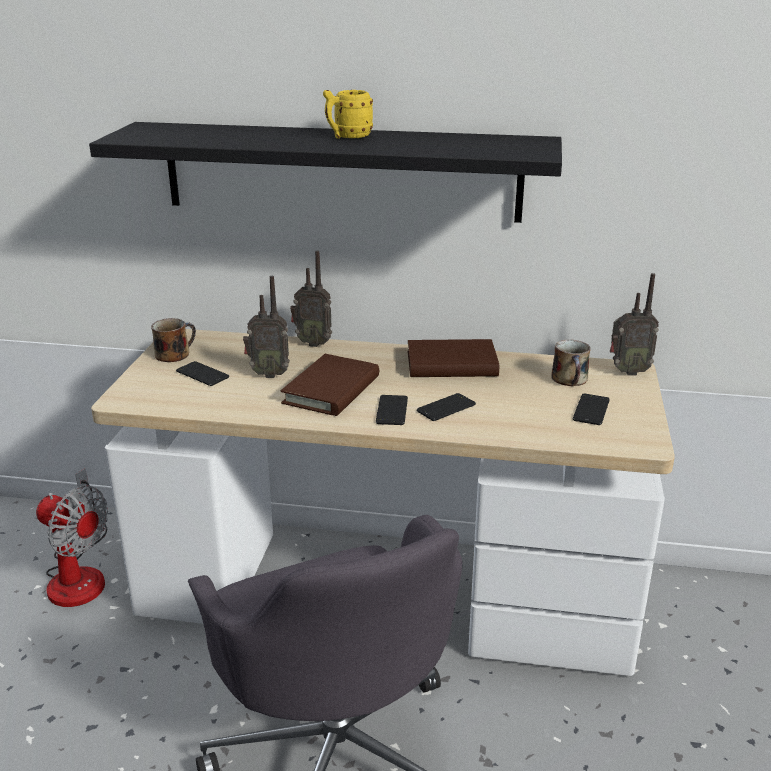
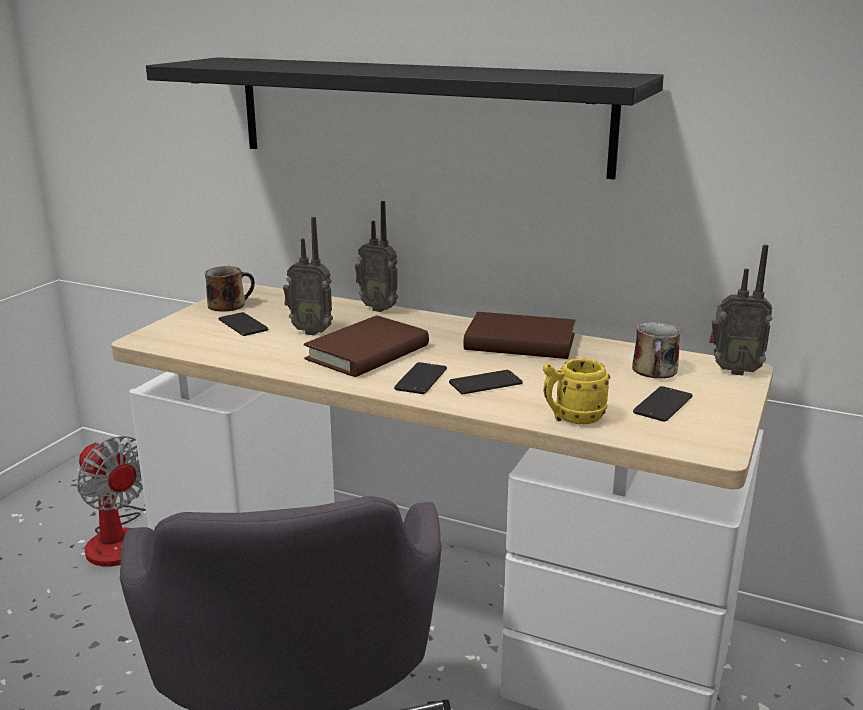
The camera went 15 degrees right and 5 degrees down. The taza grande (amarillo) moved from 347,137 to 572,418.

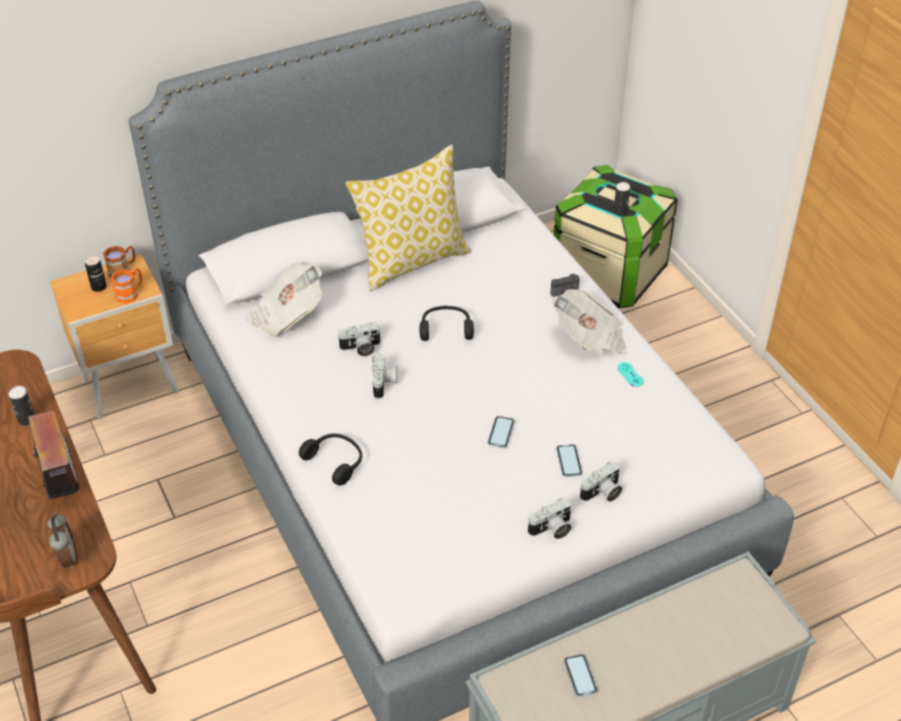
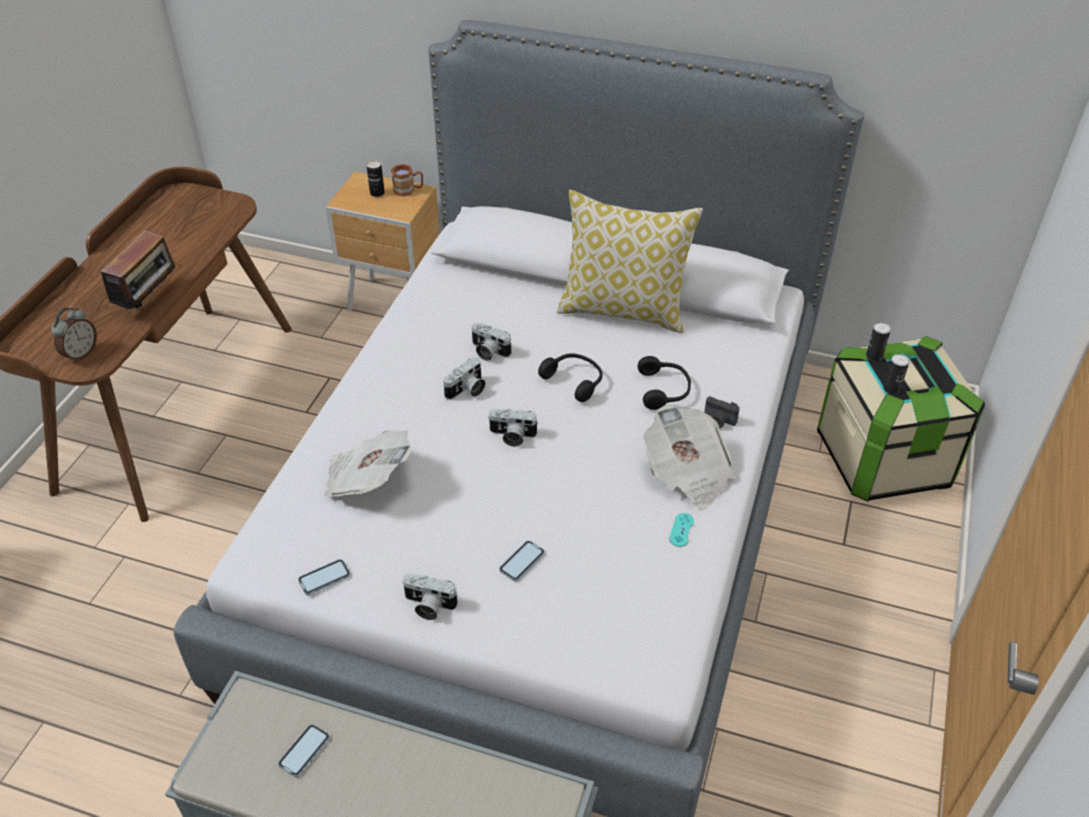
The camera went 45 degrees right and 0 degrees up. The móvil moved from 501,433 to 324,578. The periódico moved from 286,314 to 368,479. The cámara moved from 602,493 to 512,436. The auriculares (negro) moved from 335,461 to 664,390. The lata moved from 26,419 to 874,356. The taza grande (naranja) at 130,293 disappeared.

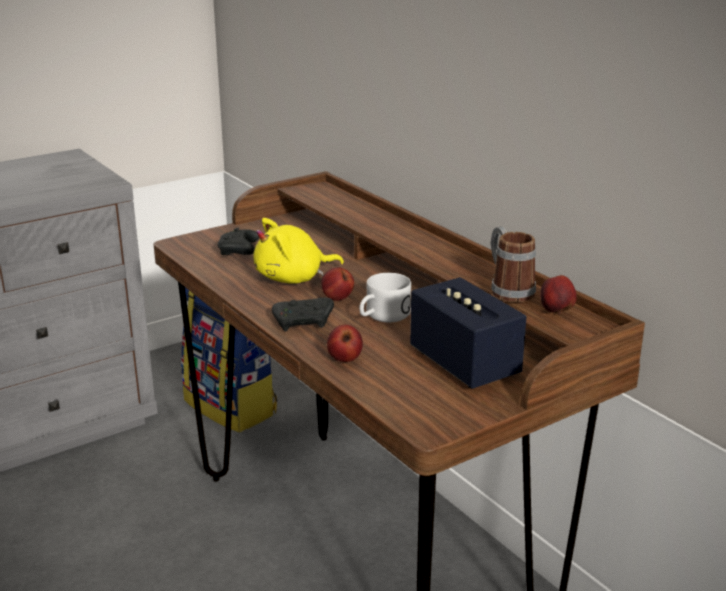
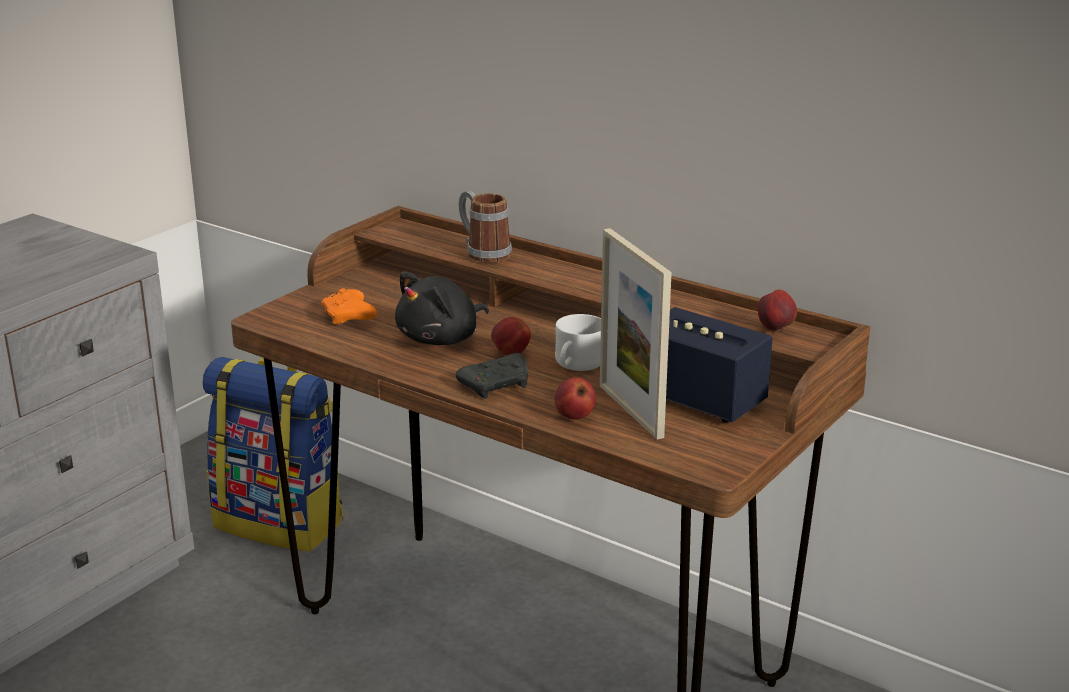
The camera went 20 degrees left and 0 degrees up. The mando de consola (negro) at 239,252 became the mando de consola (naranja) at 349,318. The peluche (amarillo) at 293,278 became the peluche (negro) at 441,339. The taza grande moved from 507,289 to 483,252. The portarretratos at 630,411 appeared.

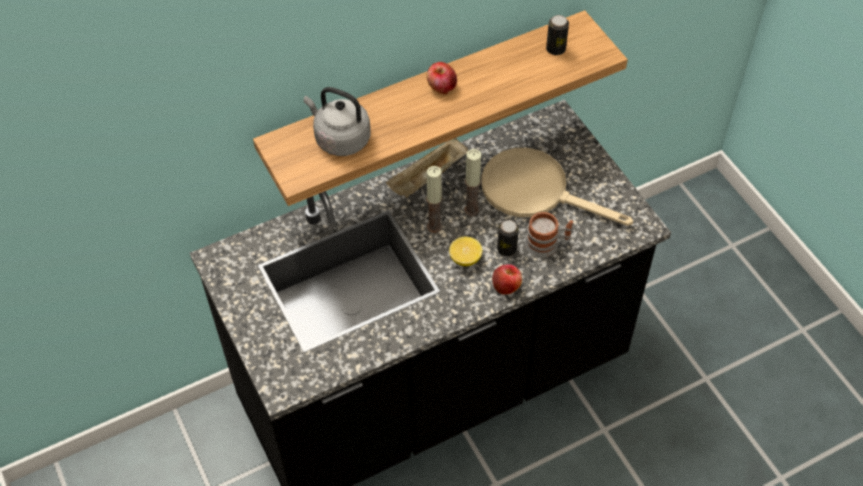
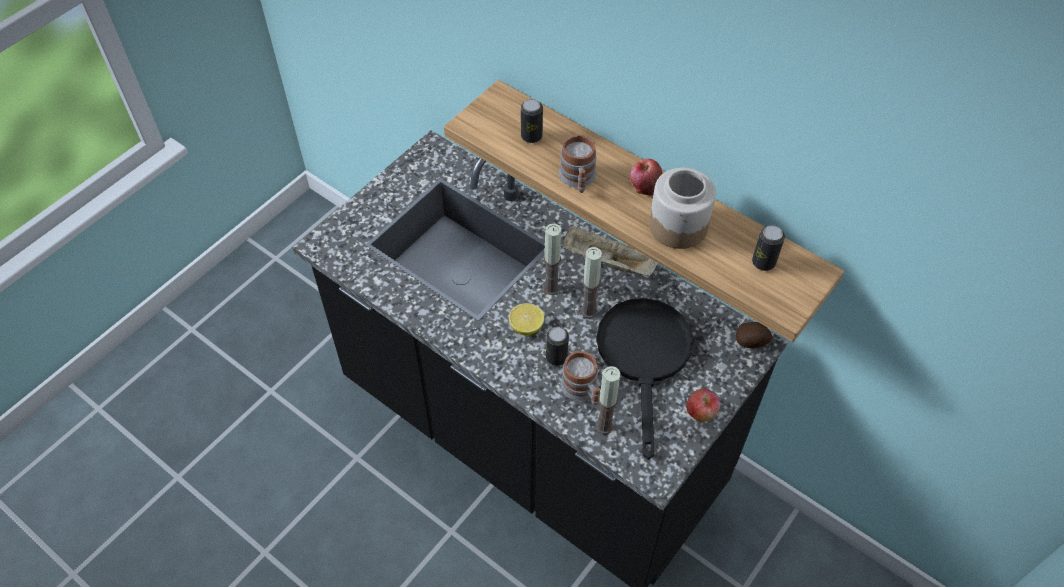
The camera went 65 degrees right and 0 degrees up. The hervidor (gris) at 340,139 was replaced by the lata at 531,136. The taza grande at 578,179 appeared. The sartén (beis) at 536,191 became the sartén (negro) at 644,357. The vela at 604,426 appeared. The tarro at 679,226 appeared. The manzana moved from 506,286 to 701,412. The patata at 751,342 appeared.

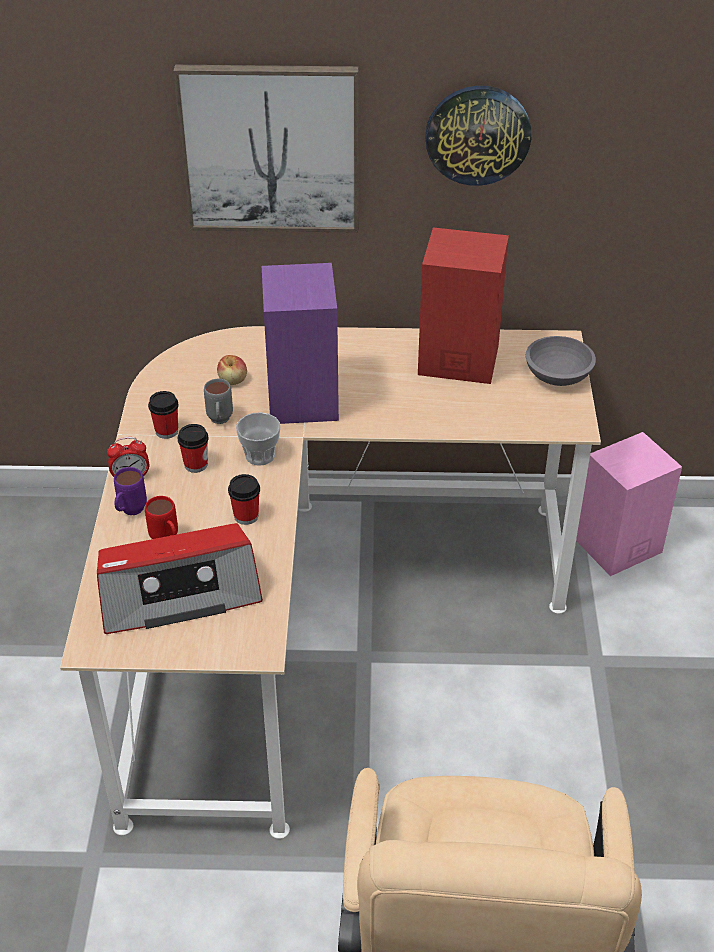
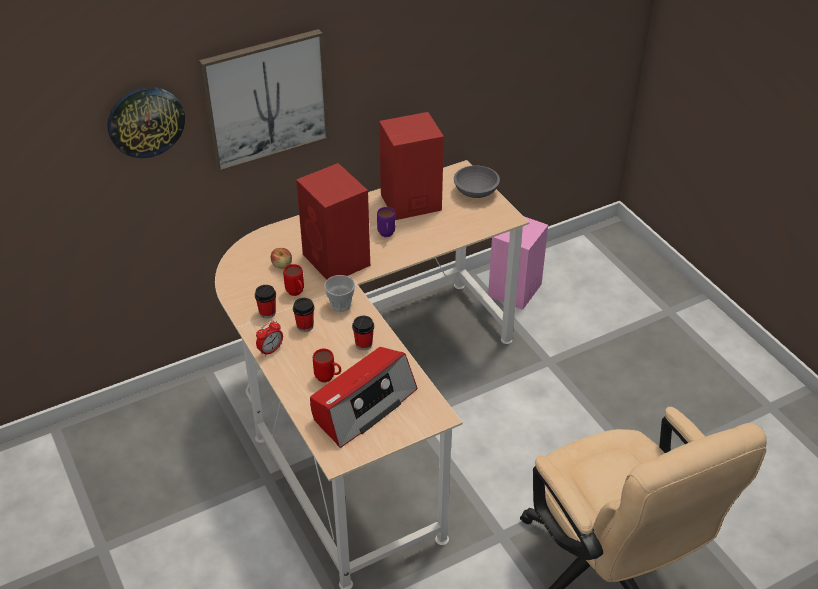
The camera went 30 degrees left and 0 degrees up. The reloj de pared moved from 478,134 to 145,121. The taza grande (gris) at 219,421 became the taza grande (rojo) at 296,294. The altavoz (morado) at 302,399 became the altavoz (rojo) at 337,261. The taza grande (morado) moved from 130,512 to 386,236.

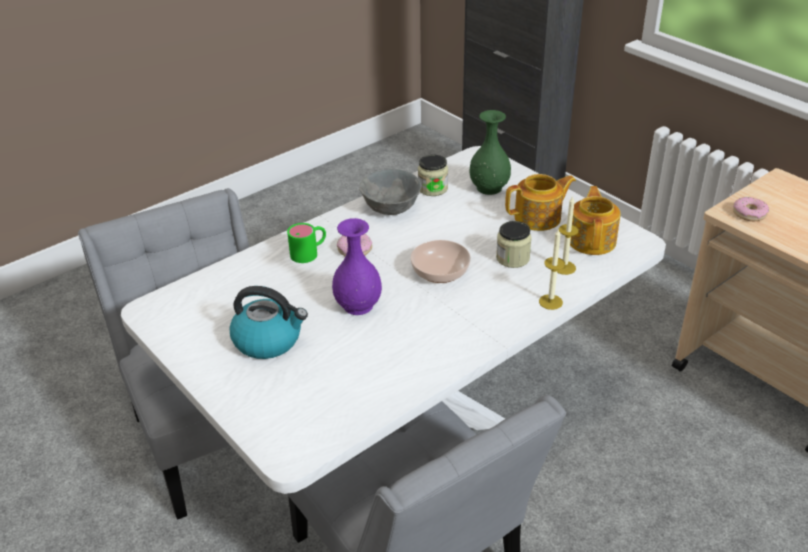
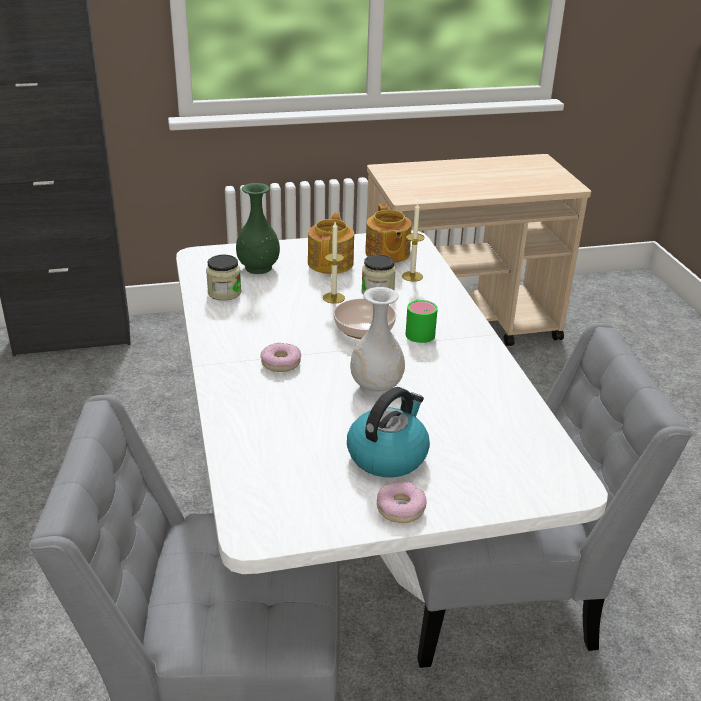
The camera went 65 degrees left and 5 degrees down. The vela moved from 550,302 to 333,298. The florero (morado) at 359,305 became the florero (blanco) at 376,386. The tetera at 592,240 turned 135 degrees counterclockwise. The rosquilla moved from 749,213 to 400,508. The taza grande (verde) moved from 309,252 to 418,331. The cuenco (gris) at 391,208 disappeared.

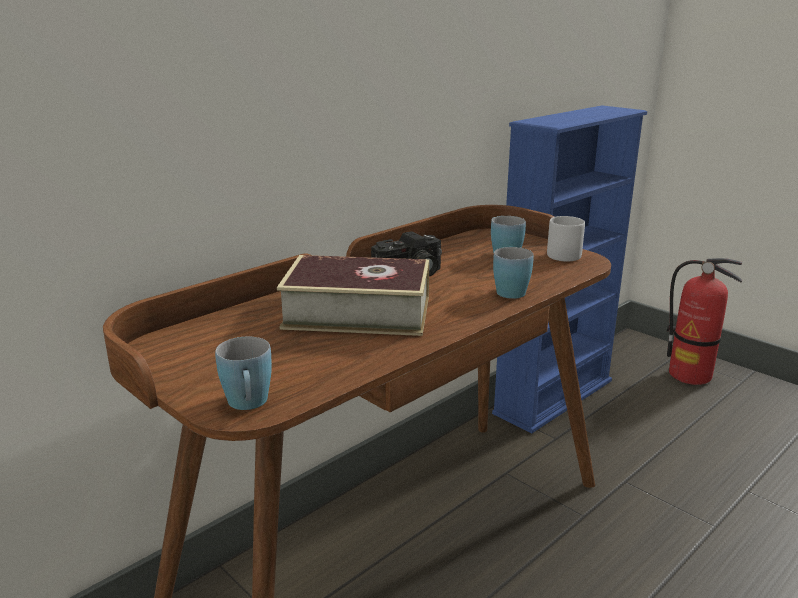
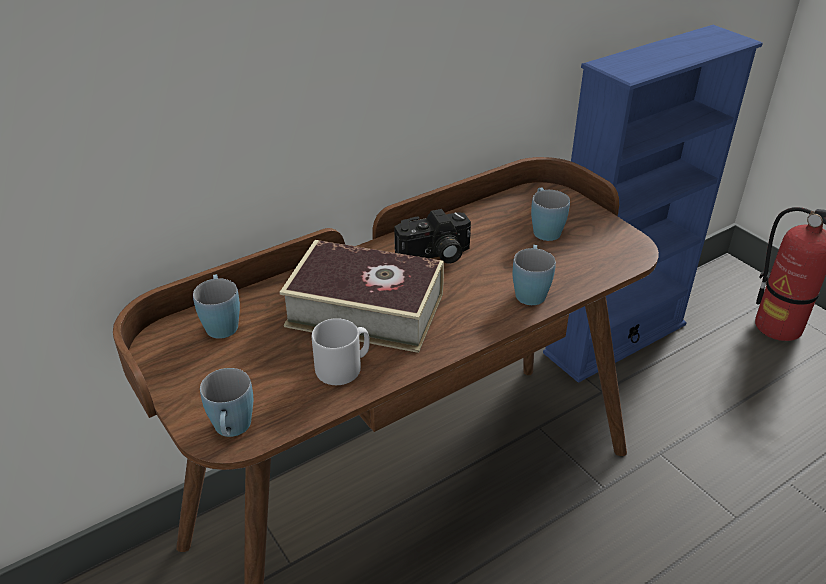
The camera went 10 degrees right and 15 degrees up. The taza grande (azul) at 221,322 appeared. The taza grande (gris) moved from 566,255 to 343,368.

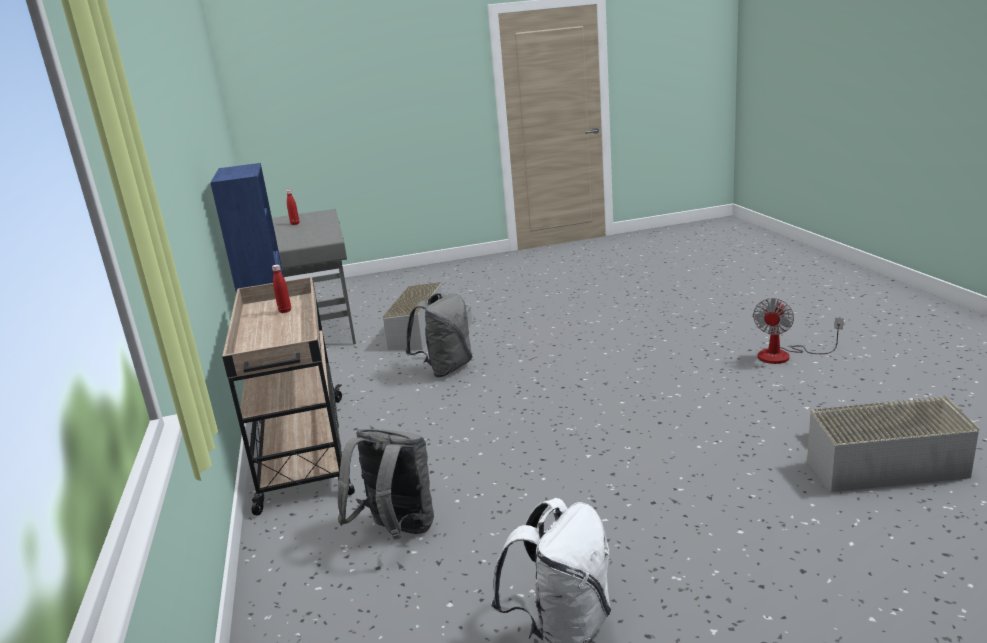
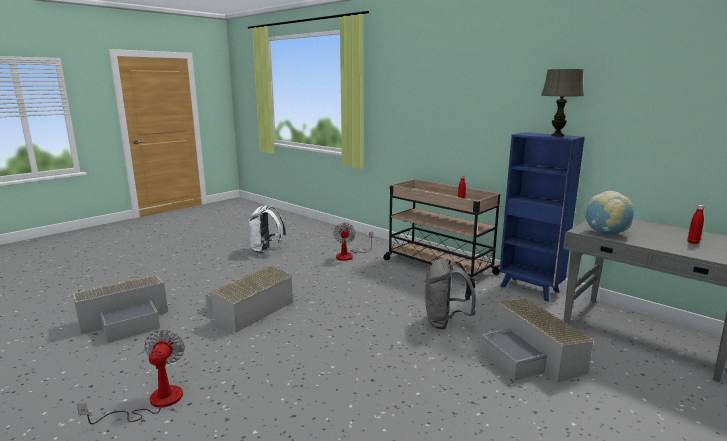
The camera went 145 degrees right and 5 degrees down. The caja de almacenaje (gris) at 247,310 appeared. The mochila (gris) at 396,531 was replaced by the ventilador at 349,255. The lámpara de mesa (gris) at 557,135 appeared. The globo terráqueo at 605,233 appeared.

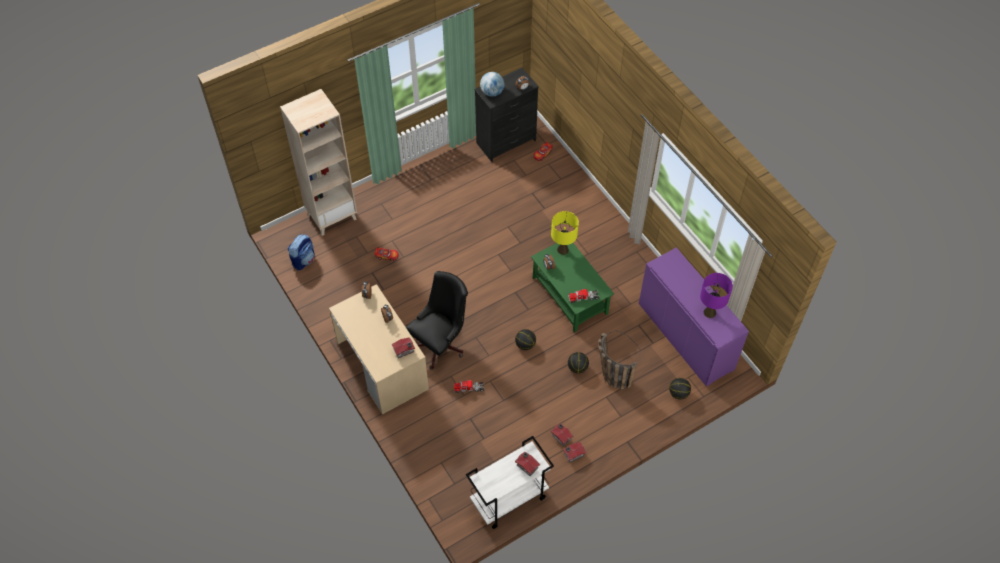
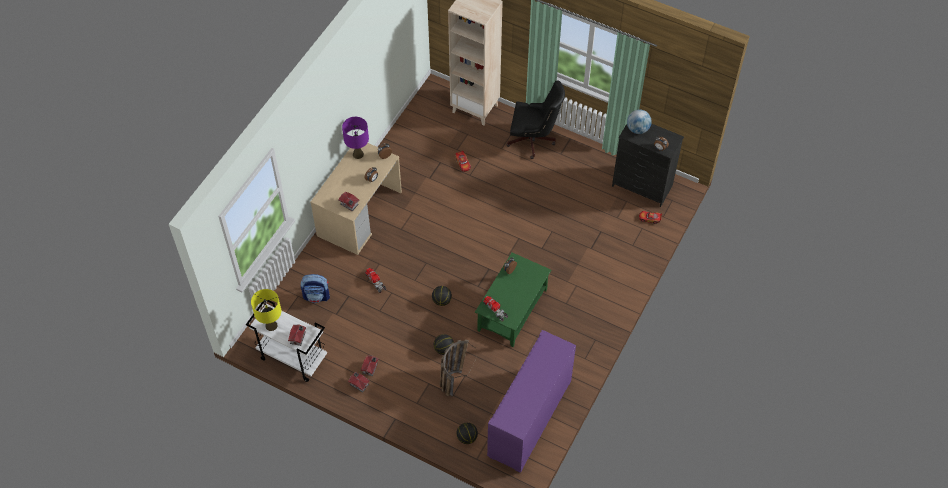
The camera went 60 degrees right and 0 degrees up. The lámpara de mesa (amarillo) moved from 562,250 to 271,325. The mochila moved from 303,260 to 317,296. The lámpara de mesa (morado) moved from 710,312 to 358,154. The silla de oficina (negro) moved from 440,343 to 534,140.

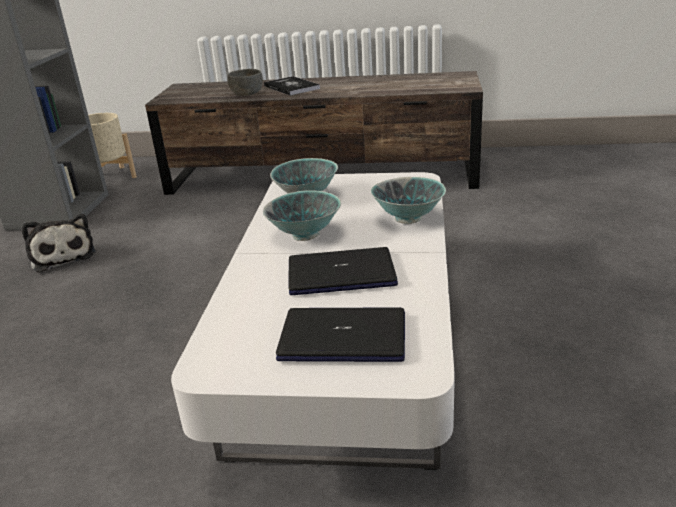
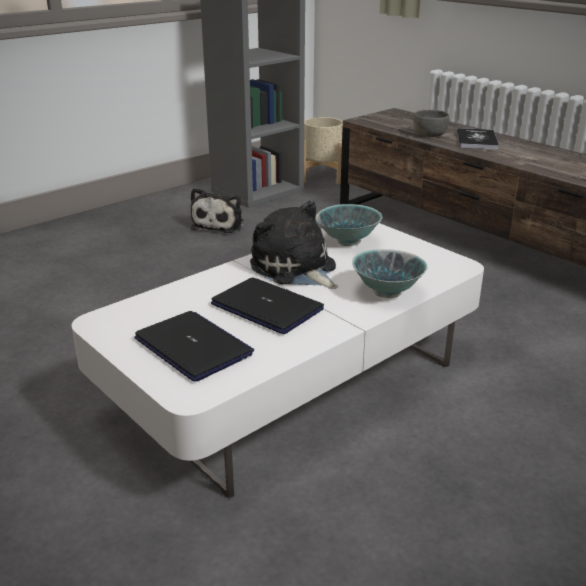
The camera went 40 degrees right and 0 degrees up. The cuenco at 305,235 was replaced by the peluche at 295,269.

